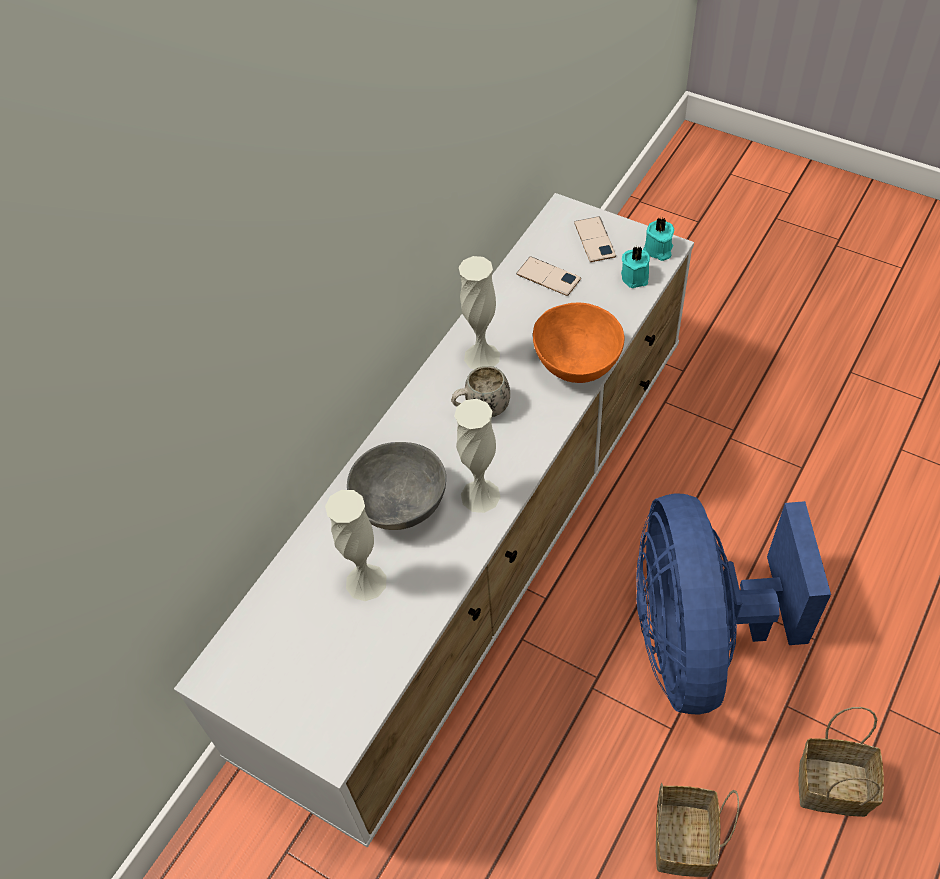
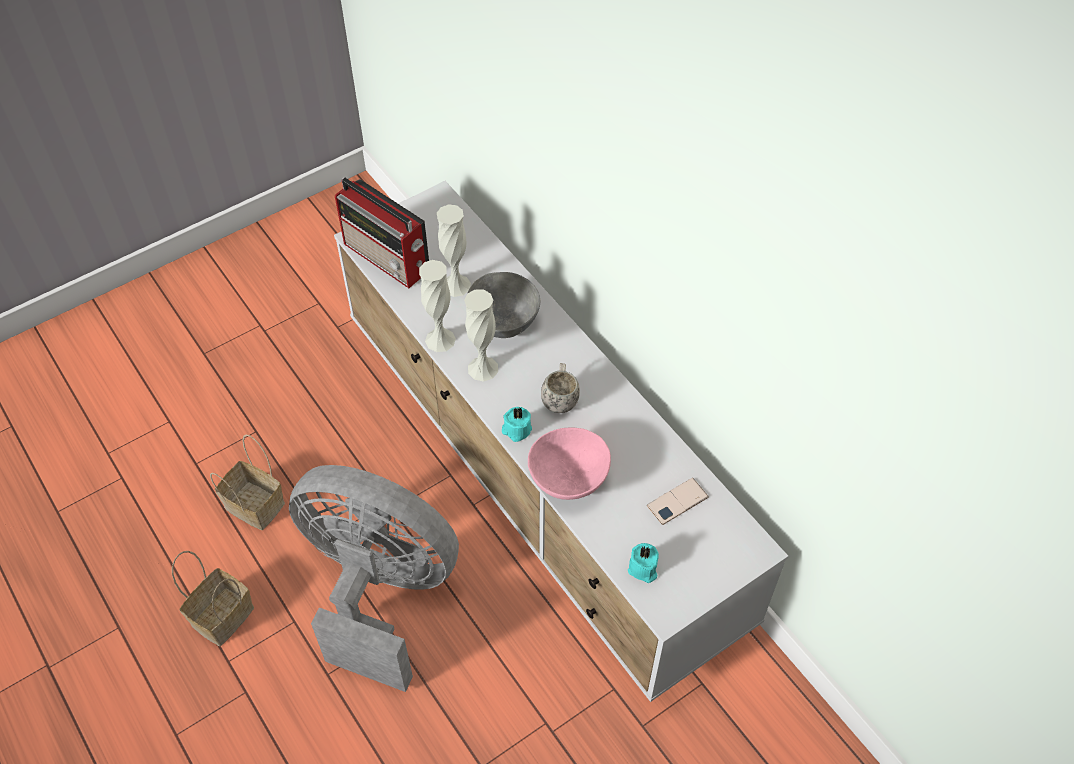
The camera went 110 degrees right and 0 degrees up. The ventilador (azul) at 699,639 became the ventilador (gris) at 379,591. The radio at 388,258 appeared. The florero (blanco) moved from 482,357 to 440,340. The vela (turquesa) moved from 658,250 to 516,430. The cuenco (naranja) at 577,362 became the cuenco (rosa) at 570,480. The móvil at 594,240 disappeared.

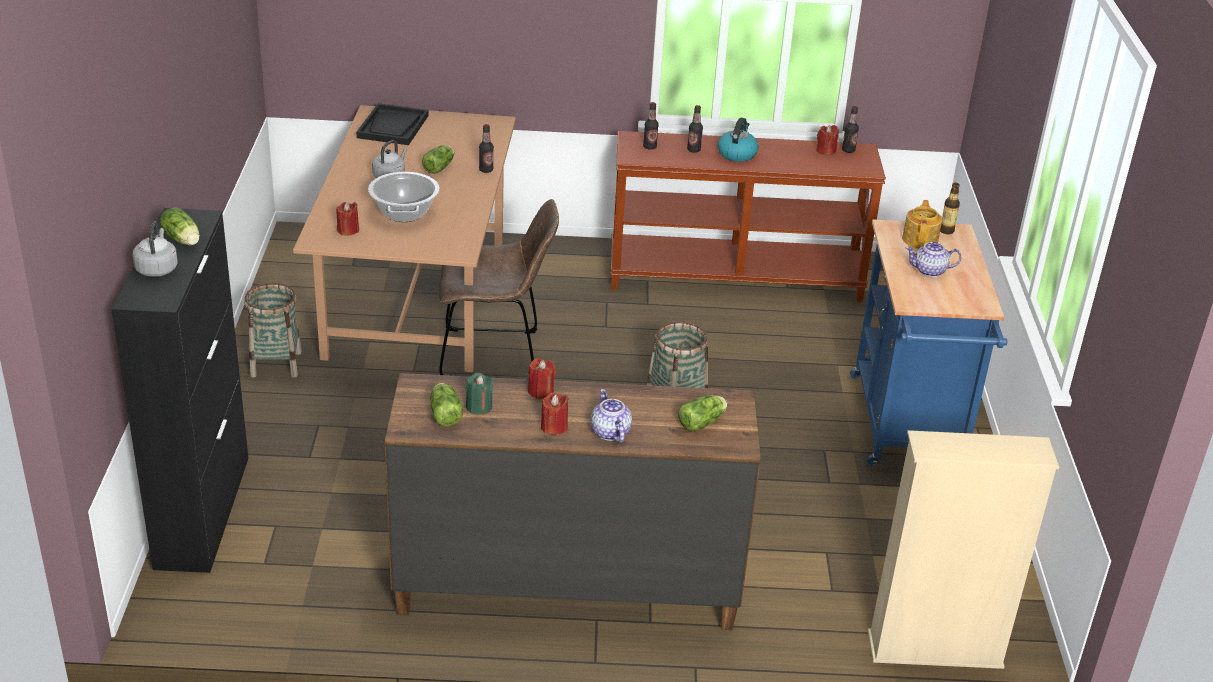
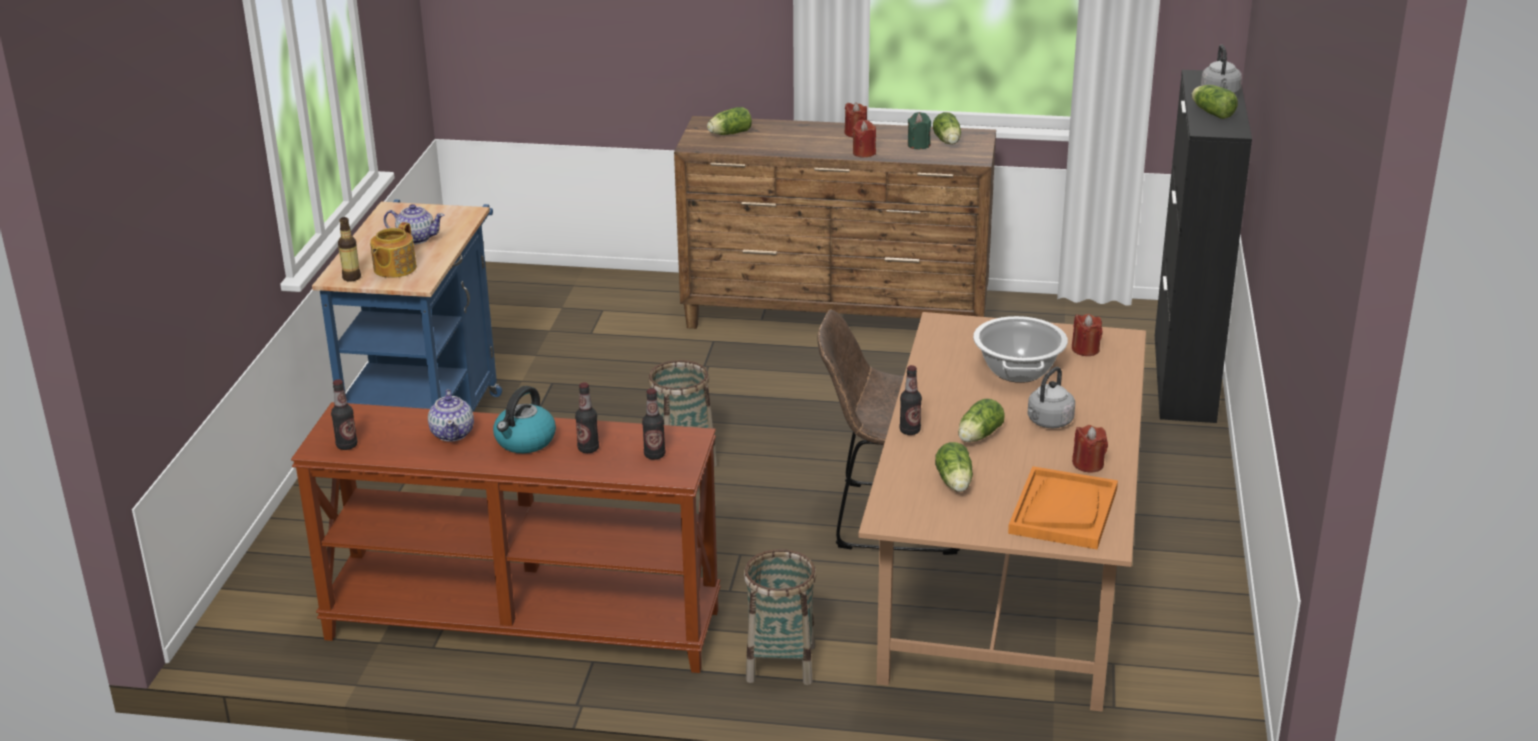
The camera went 170 degrees left and 5 degrees down. The tetera moved from 610,432 to 453,433. The cesta moved from 276,364 to 781,663. The lechuga at 954,483 appeared. The bandeja (negro) at 393,127 became the bandeja (naranja) at 1063,511. The vela (rojo) moved from 826,151 to 1088,464. The estantería (beis) at 935,650 disappeared.

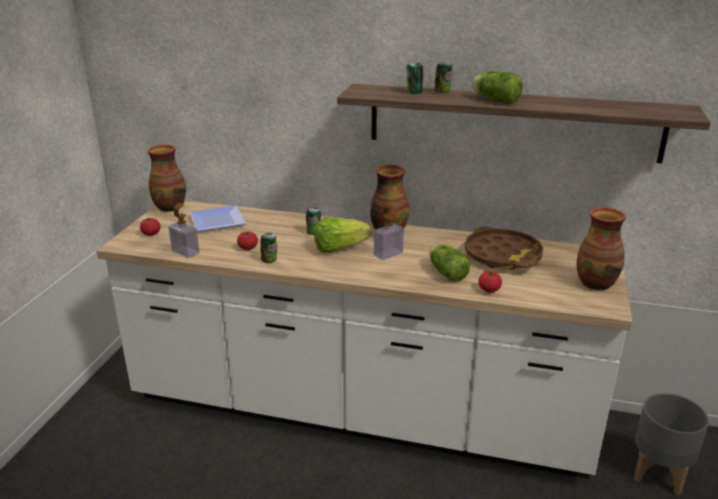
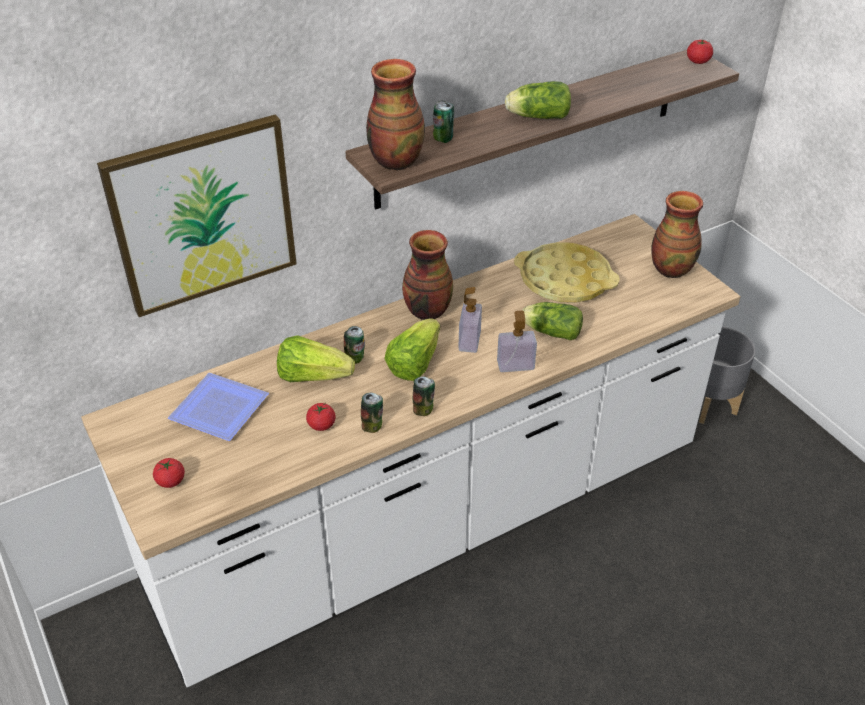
The camera went 45 degrees left and 15 degrees up. The cuadro at 203,215 appeared. The lechuga at 313,376 appeared. The florero moved from 170,207 to 395,161. The lata moved from 443,92 to 423,409. The dispensador de jabón moved from 185,252 to 515,365. The bandeja (marrón) at 502,255 became the bandeja (amarillo) at 565,280. The tomate moved from 489,290 to 698,61.

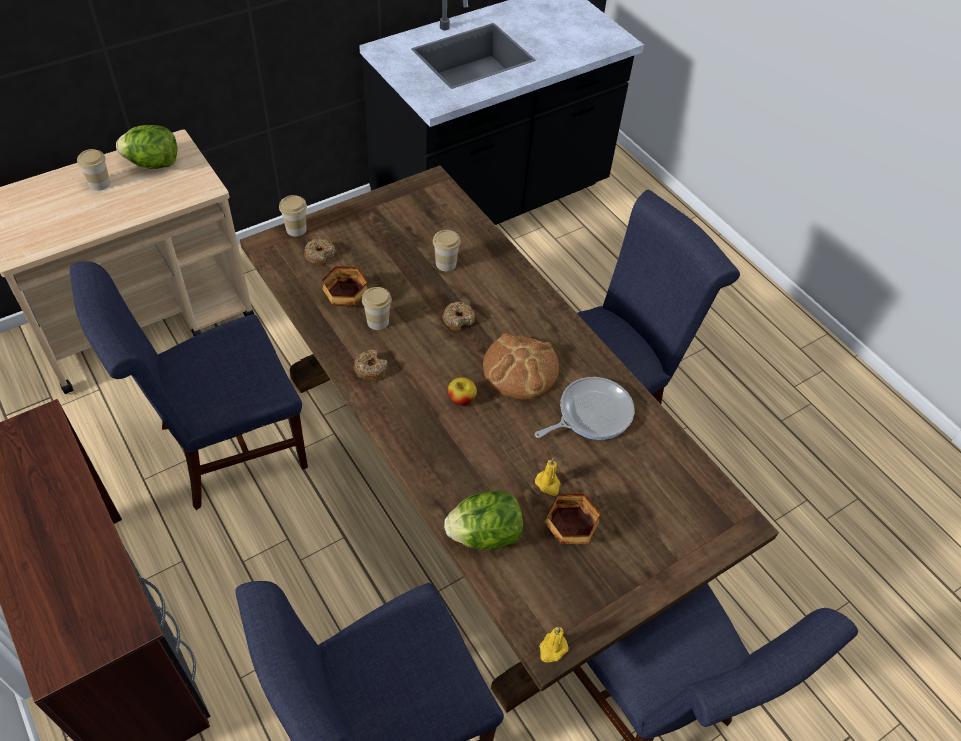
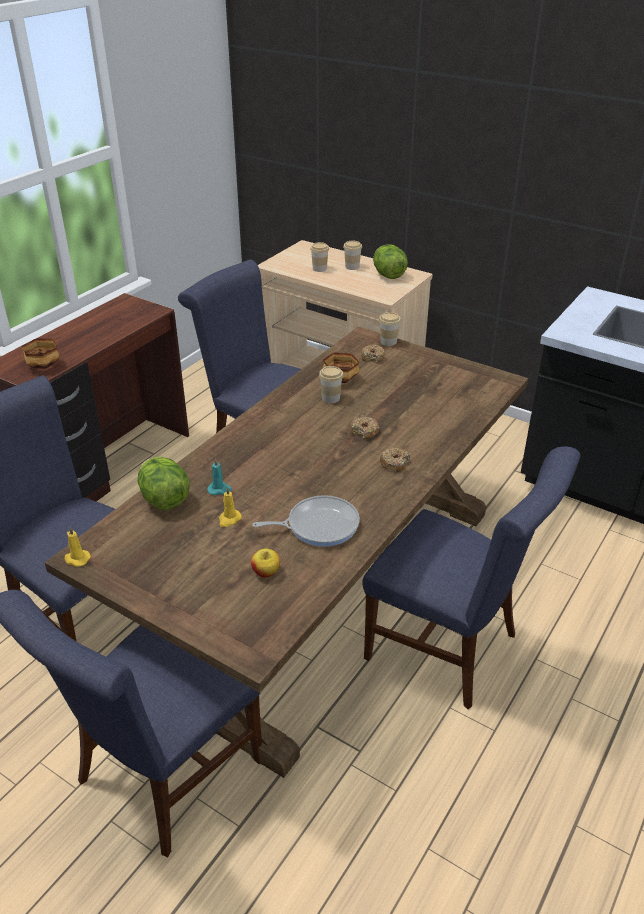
The camera went 70 degrees right and 15 degrees down. The cuenco moved from 568,529 to 44,365. The vela (turquesa) at 219,489 appeared. The manzana moved from 461,399 to 266,572. The sartén at 591,414 turned 45 degrees counterclockwise. The taza moved from 446,264 to 319,269. The rosquilla moved from 370,369 to 394,463. The pan at 520,369 disappeared.

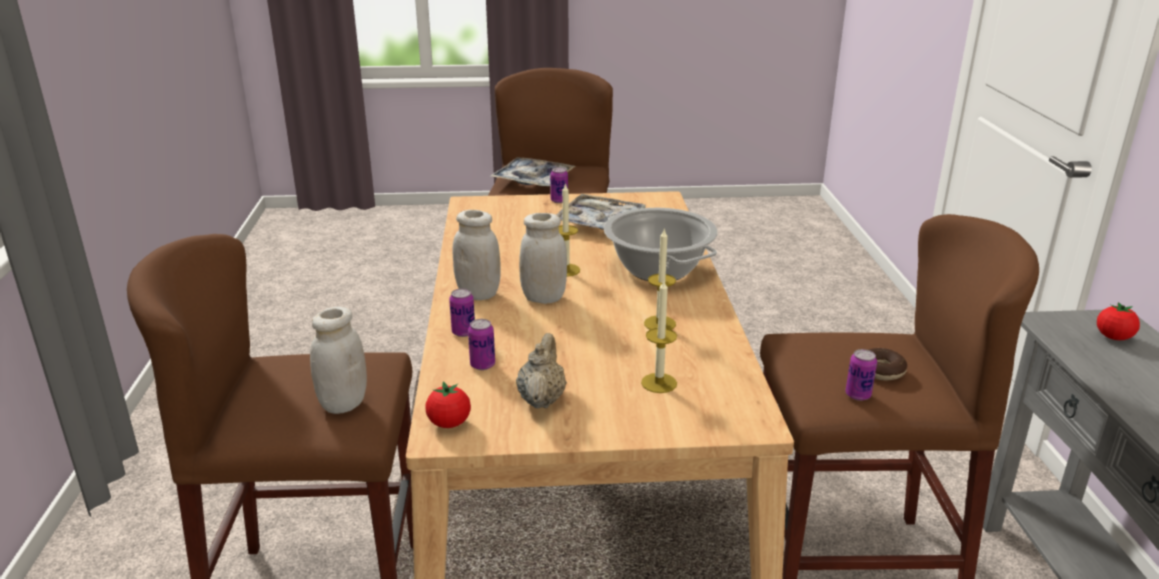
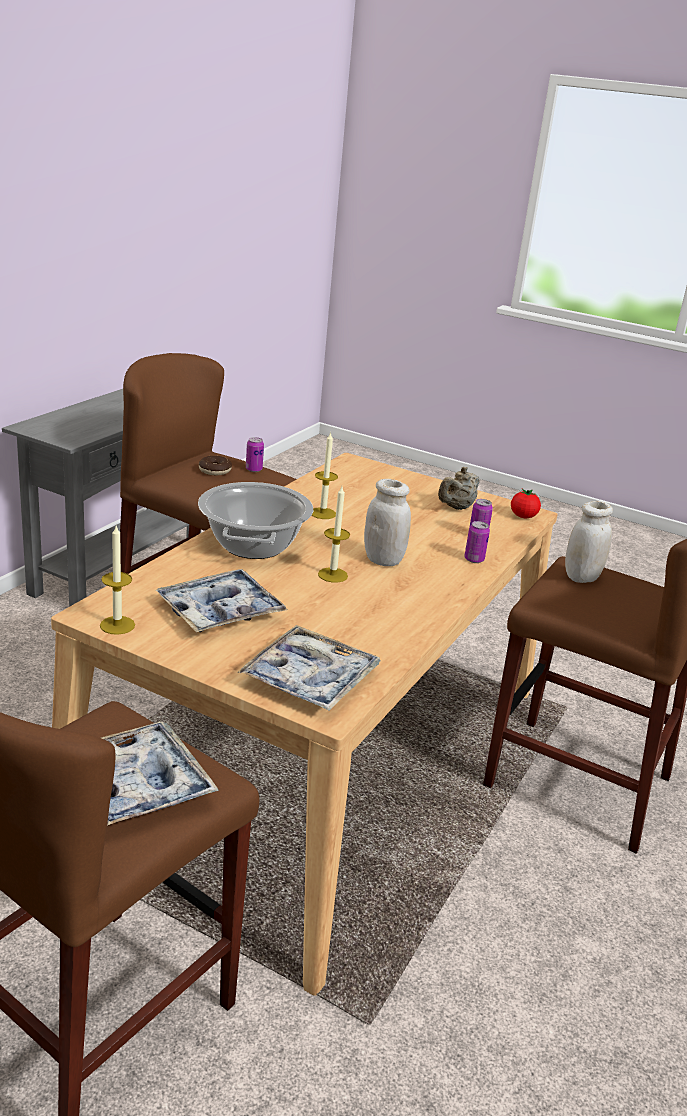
The camera went 150 degrees left and 0 degrees up. The vela moved from 659,383 to 117,625. The bandeja at 310,679 appeared. The tarro (blanco) at 478,294 disappeared. The lata at 559,201 disappeared. The tomate at 1113,337 disappeared.

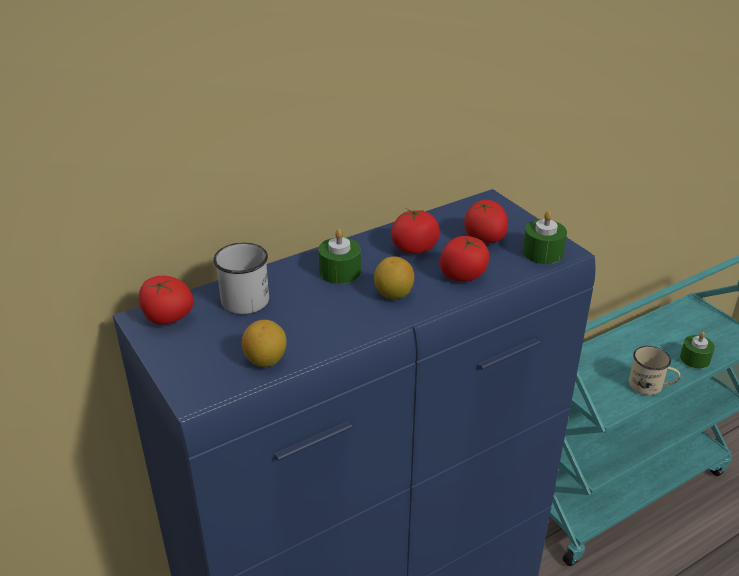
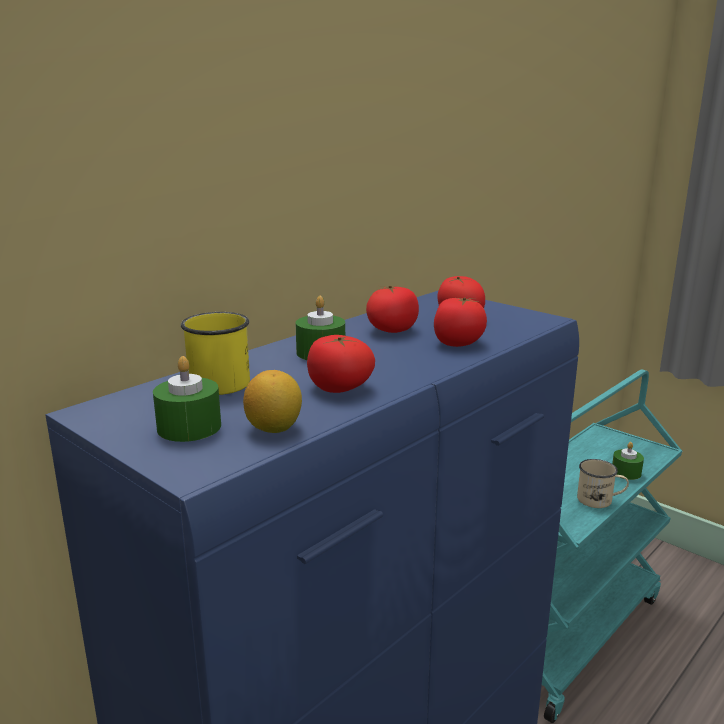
The camera went 15 degrees left and 15 degrees down. The vela (verde) moved from 542,252 to 189,427. The taza grande (blanco) at 243,295 became the taza grande (amarillo) at 215,380. The tomate moved from 167,317 to 339,388. The limón at 393,294 disappeared.

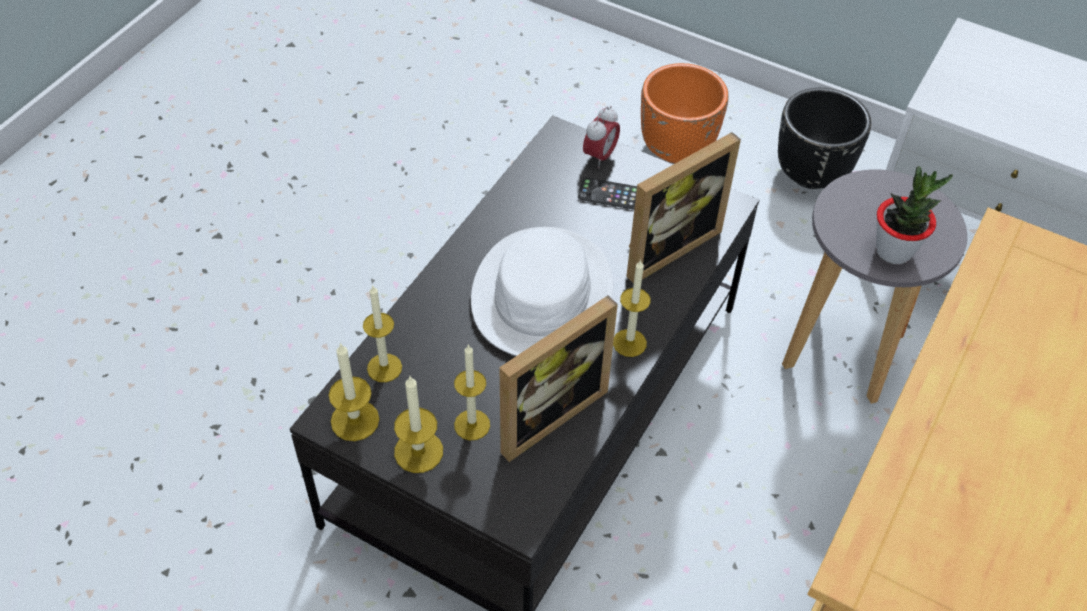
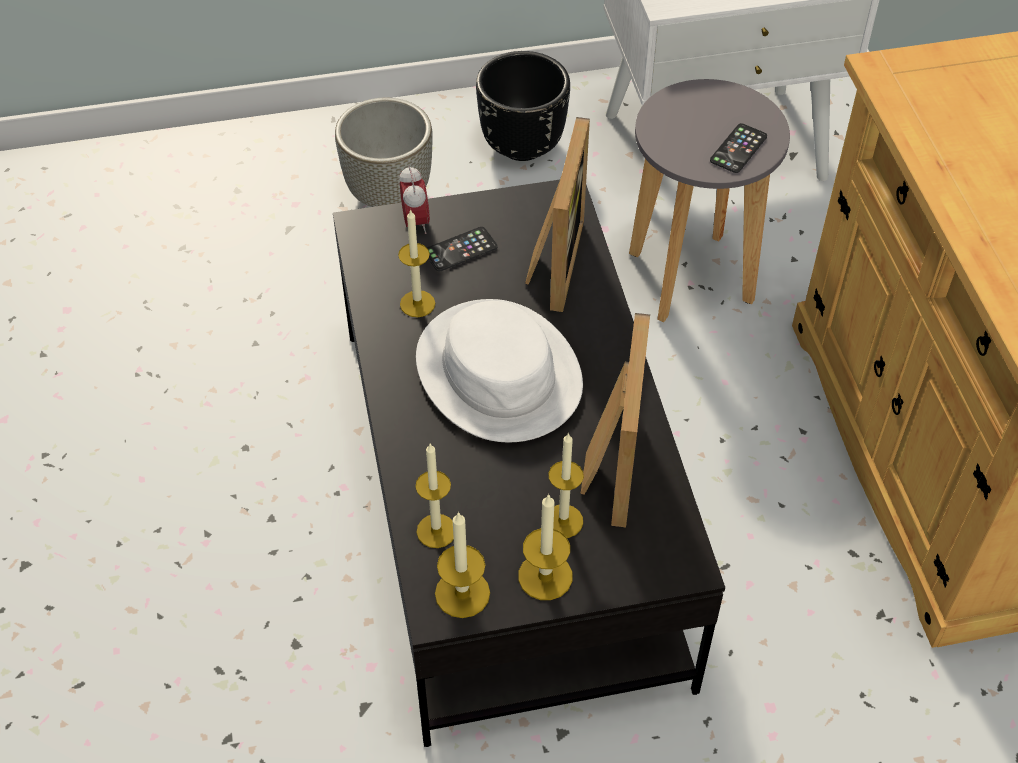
The camera went 40 degrees left and 0 degrees up. The maceta (naranja) at 677,150 became the maceta (gris) at 390,194. The vela moved from 629,343 to 417,304. The planta en maceta at 894,251 was replaced by the móvil at 738,149.

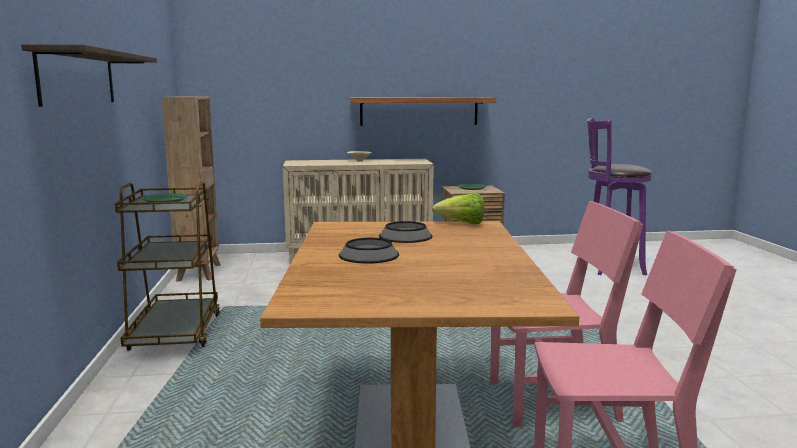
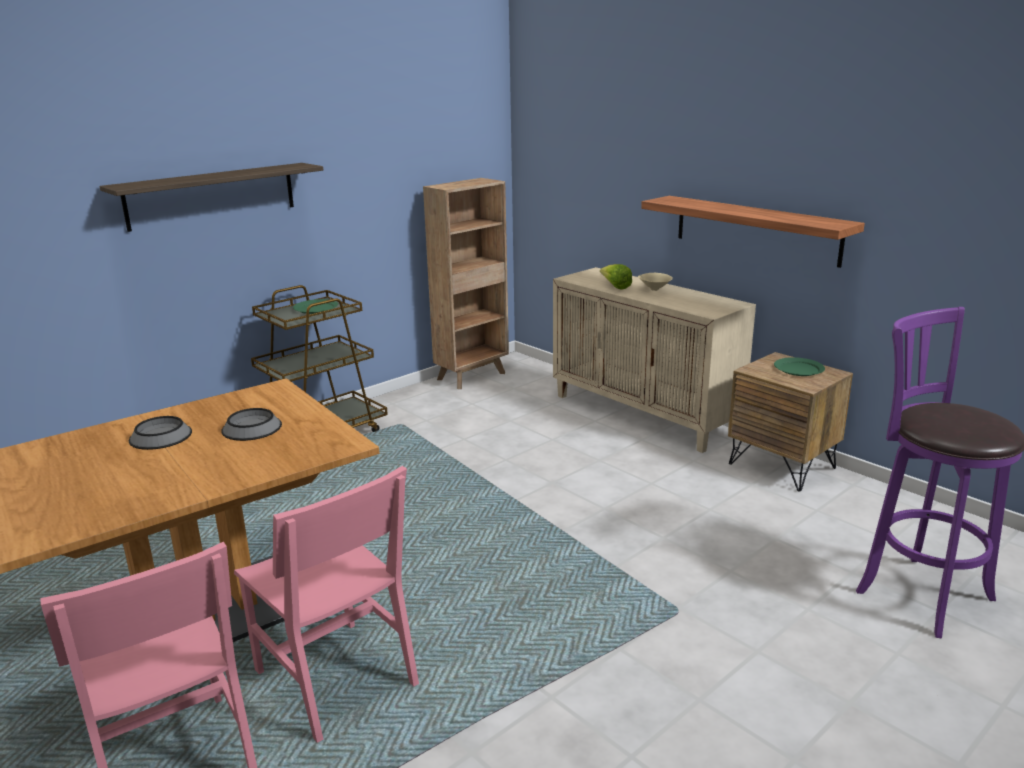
The camera went 55 degrees right and 10 degrees up. The lechuga moved from 462,224 to 615,287.

